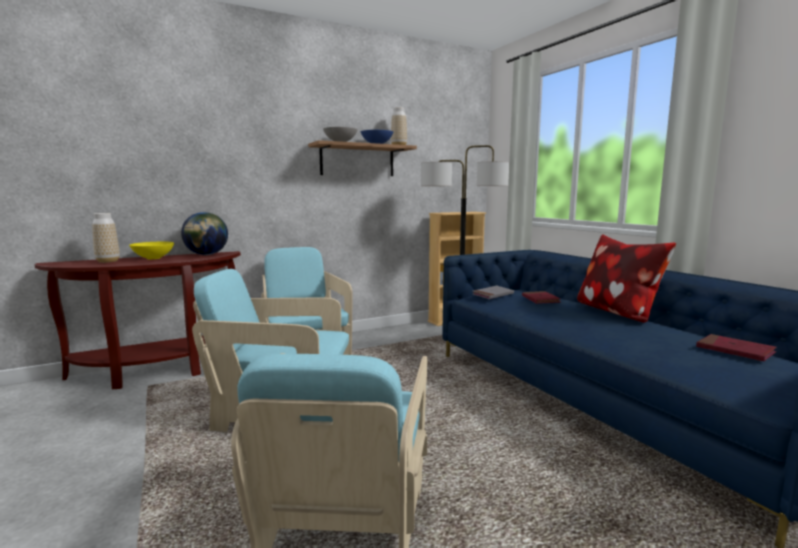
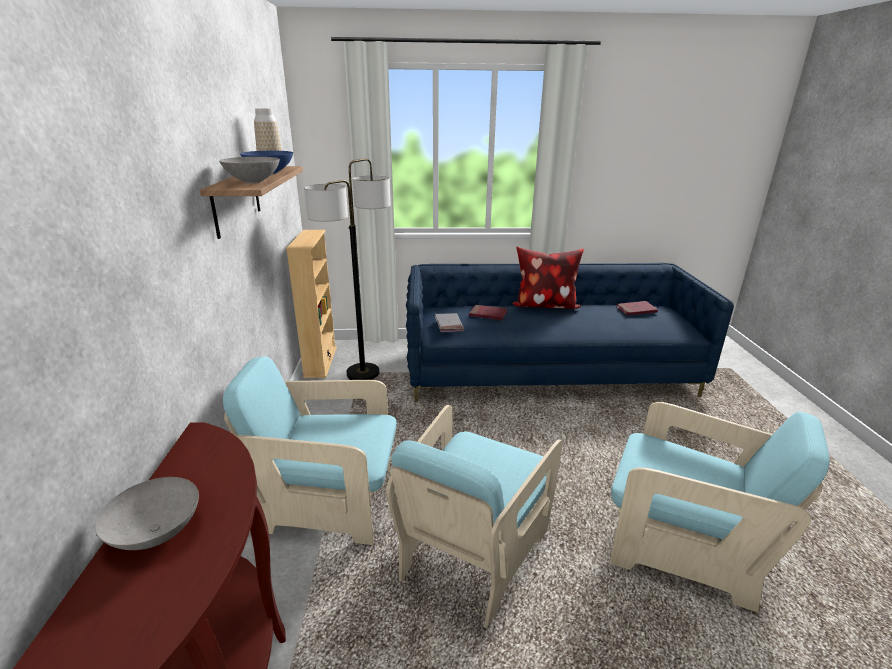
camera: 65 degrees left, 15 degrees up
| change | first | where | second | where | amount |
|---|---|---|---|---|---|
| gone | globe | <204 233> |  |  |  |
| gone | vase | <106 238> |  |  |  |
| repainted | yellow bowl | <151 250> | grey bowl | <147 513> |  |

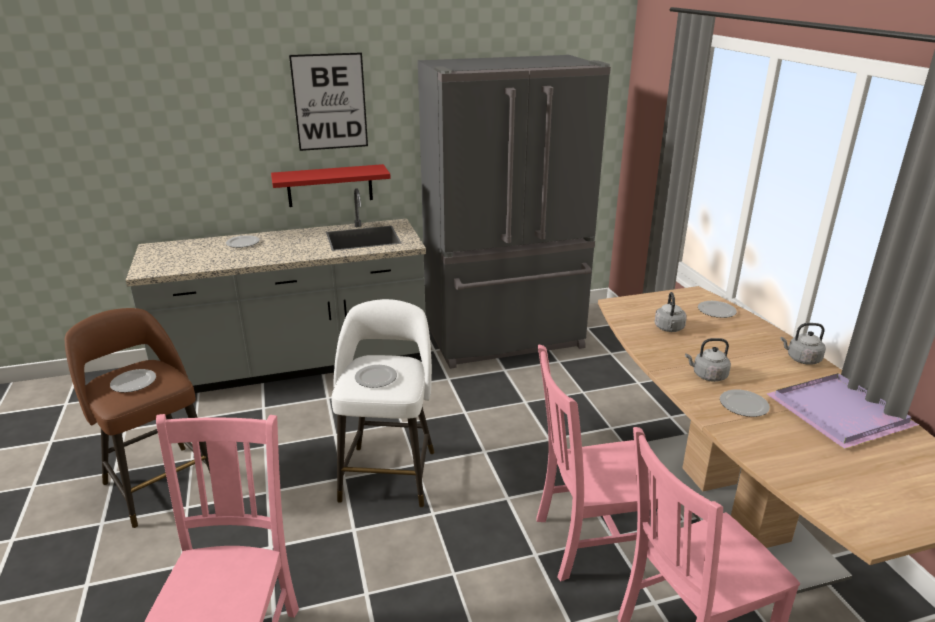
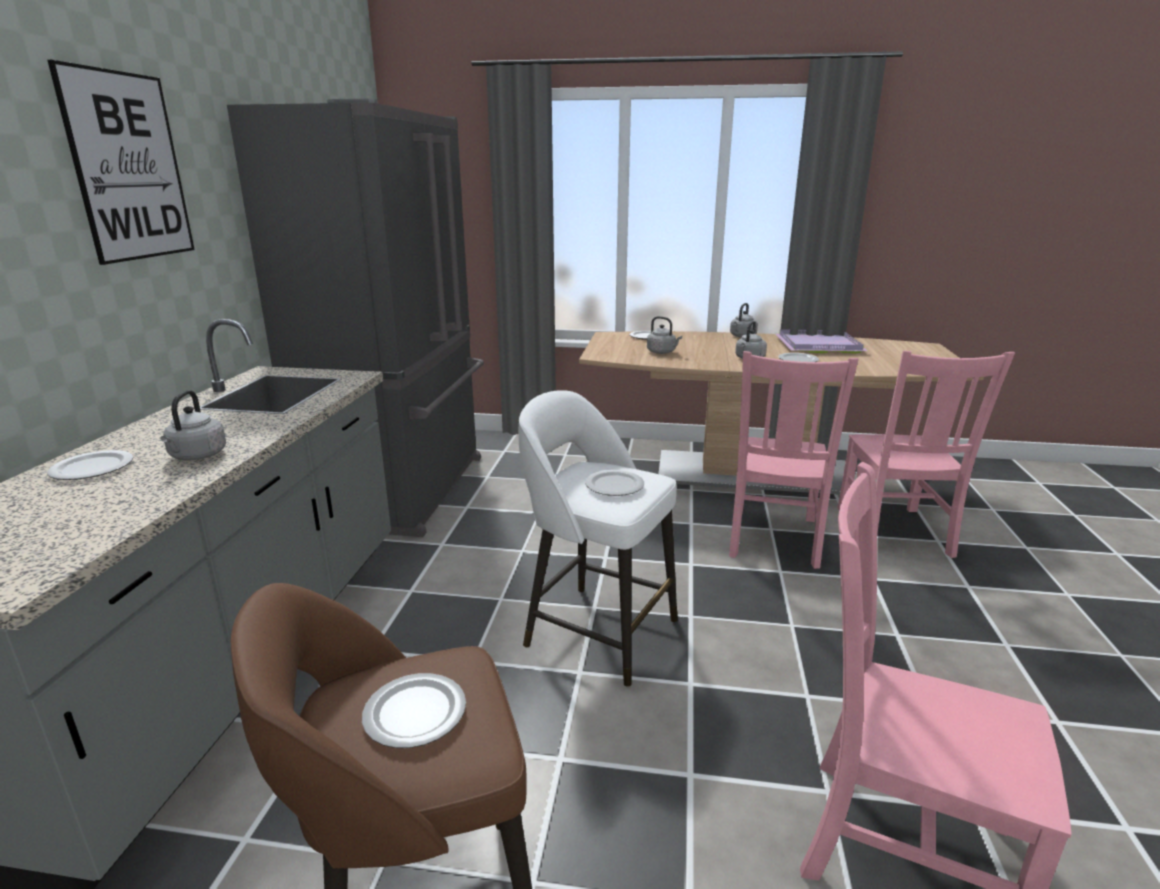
camera: 65 degrees left, 5 degrees down
| change | first | where | second | where | amount |
|---|---|---|---|---|---|
| gone | red shelf | <331 185> |  |  |  |
| new |  |  | grey kettle | <193 425> |  |

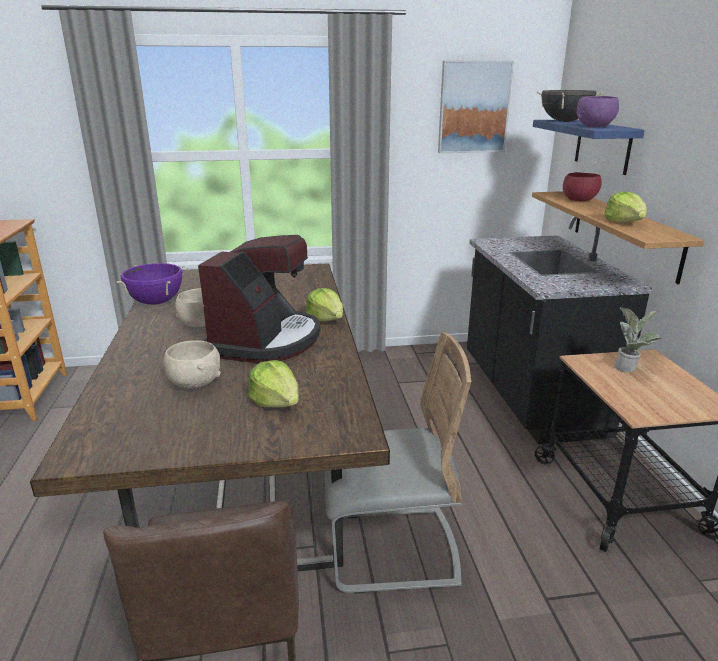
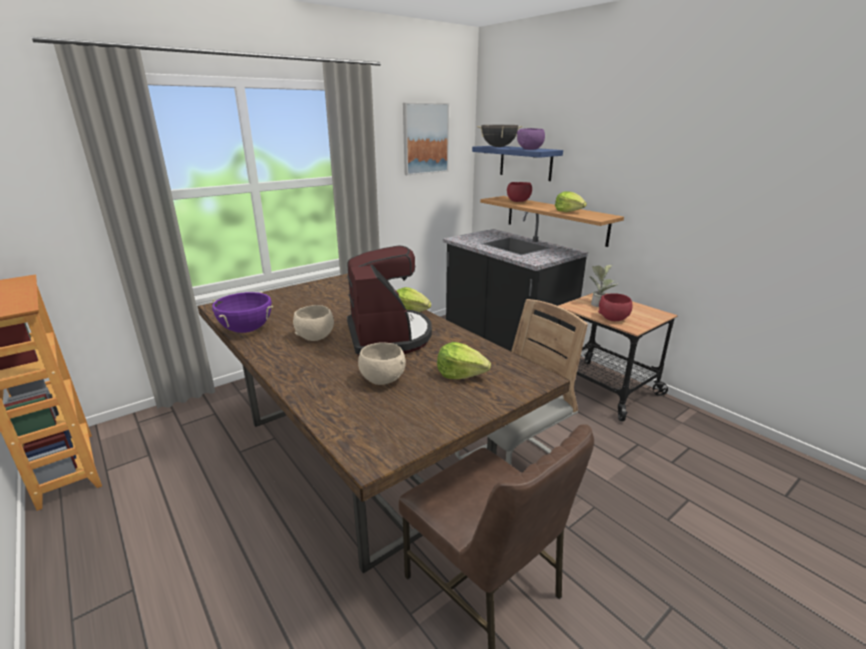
camera: 30 degrees left, 0 degrees up
| change | first | where | second | where | amount |
|---|---|---|---|---|---|
| new |  |  | red bowl | <616 307> |  |

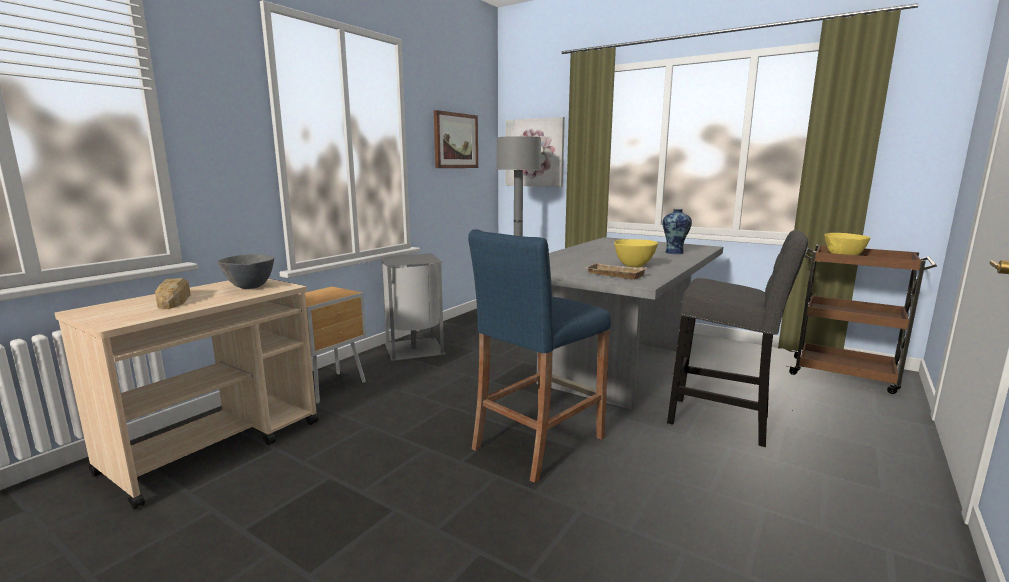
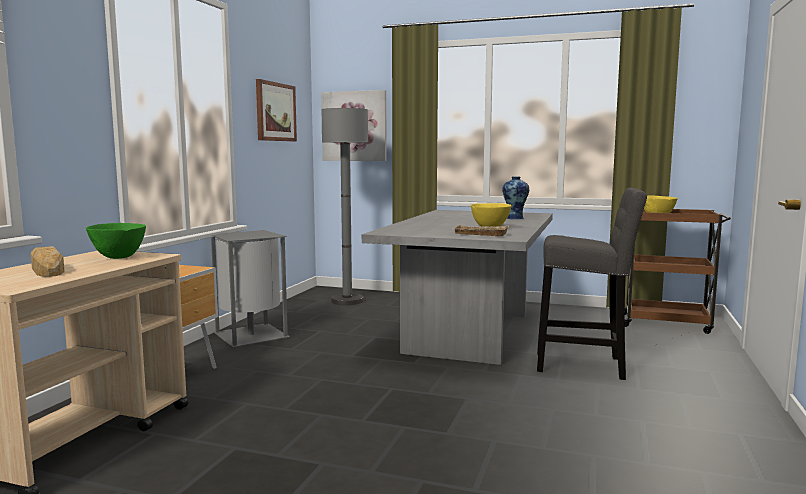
camera: 15 degrees left, 5 degrees down
| change | first | where | second | where | amount |
|---|---|---|---|---|---|
| gone | blue stool | <539 356> |  |  |  |
| repainted | grey bowl | <246 271> | green bowl | <116 241> |  |

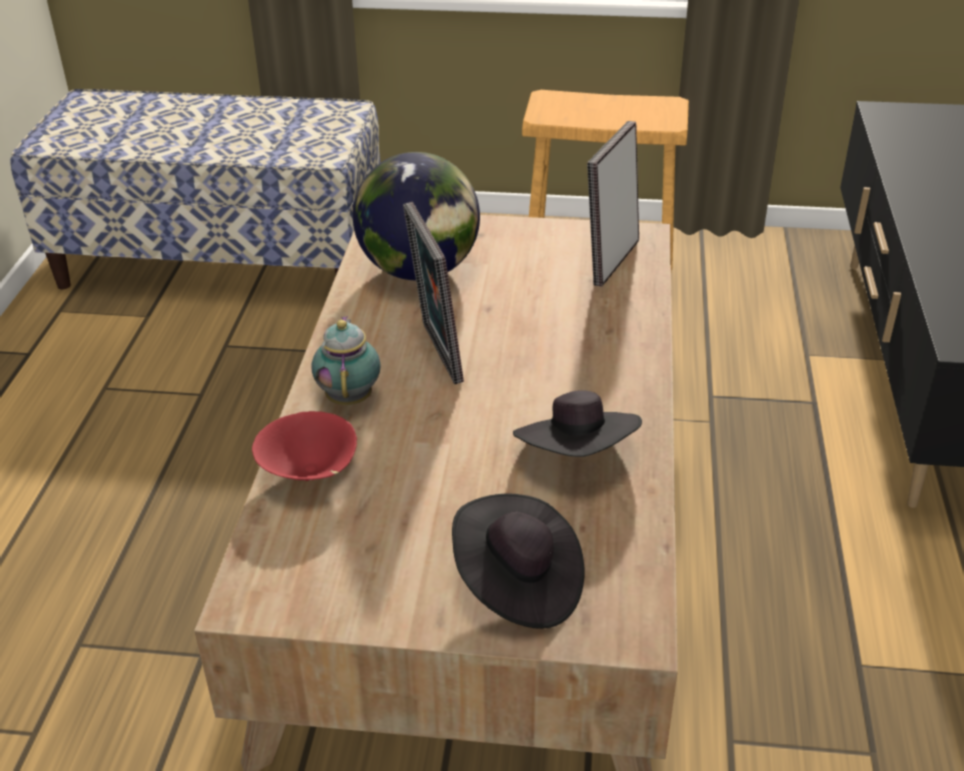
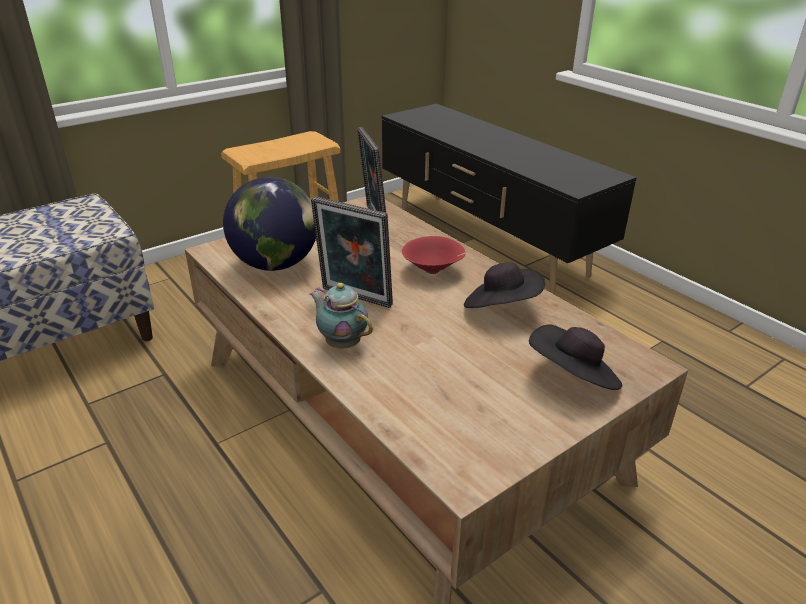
camera: 45 degrees left, 5 degrees down
| change | first | where | second | where | amount |
|---|---|---|---|---|---|
| shifted | red bowl | <304 446> |  | <434 255> |  |

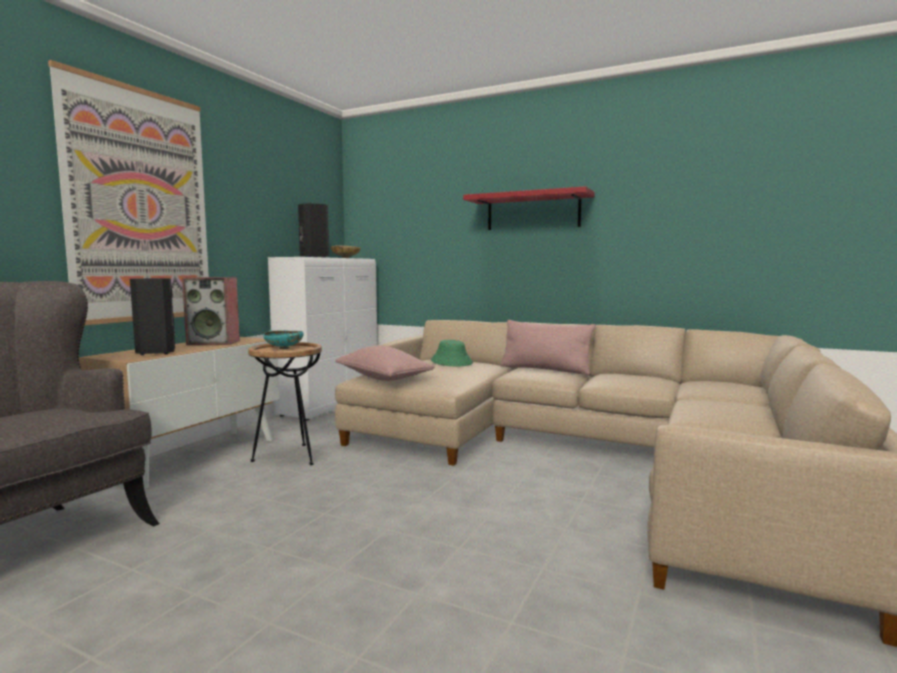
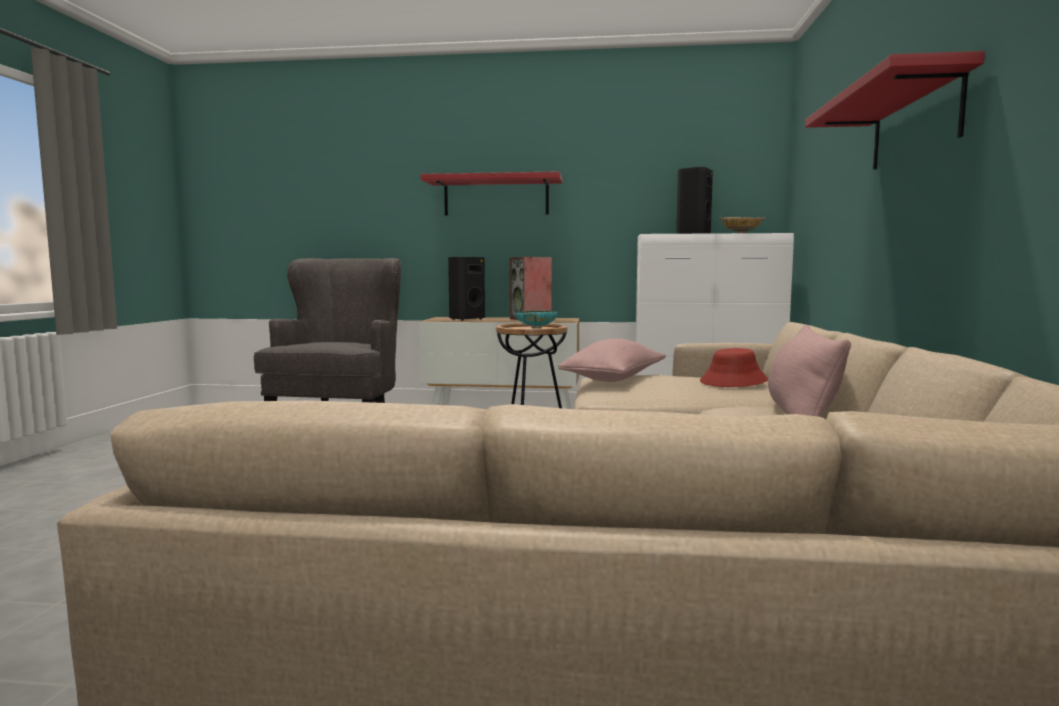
camera: 70 degrees right, 0 degrees up
| change | first | where | second | where | amount |
|---|---|---|---|---|---|
| swapped | picture | <128 193> | red shelf | <491 193> |  |
| repainted | green hat | <452 353> | red hat | <734 367> |  |

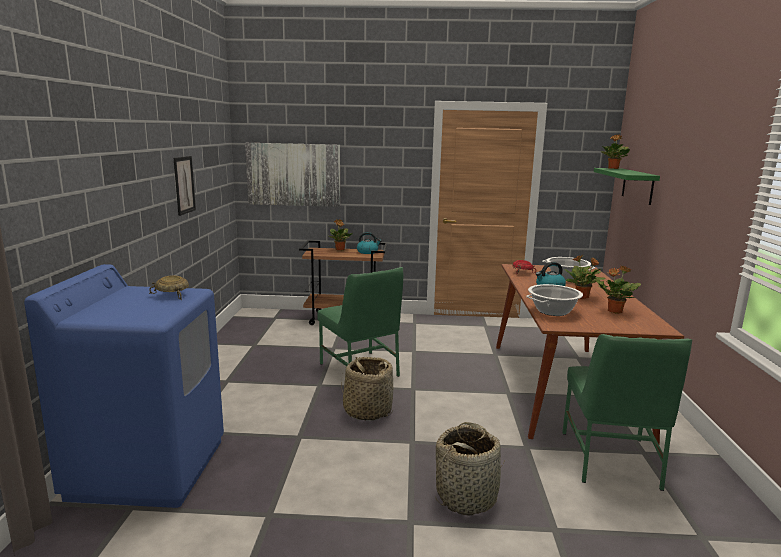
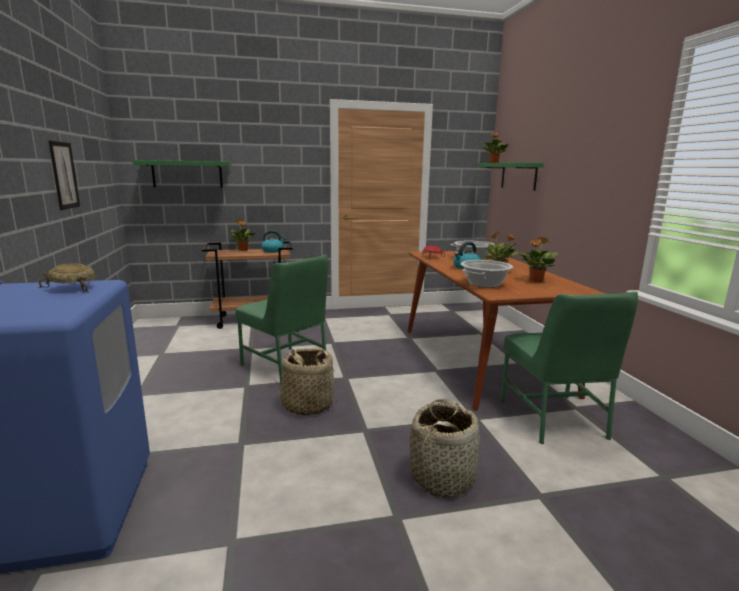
camera: 15 degrees left, 0 degrees up
| change | first | where | second | where | amount |
|---|---|---|---|---|---|
| swapped | picture | <292 175> | green shelf | <182 174> |  |

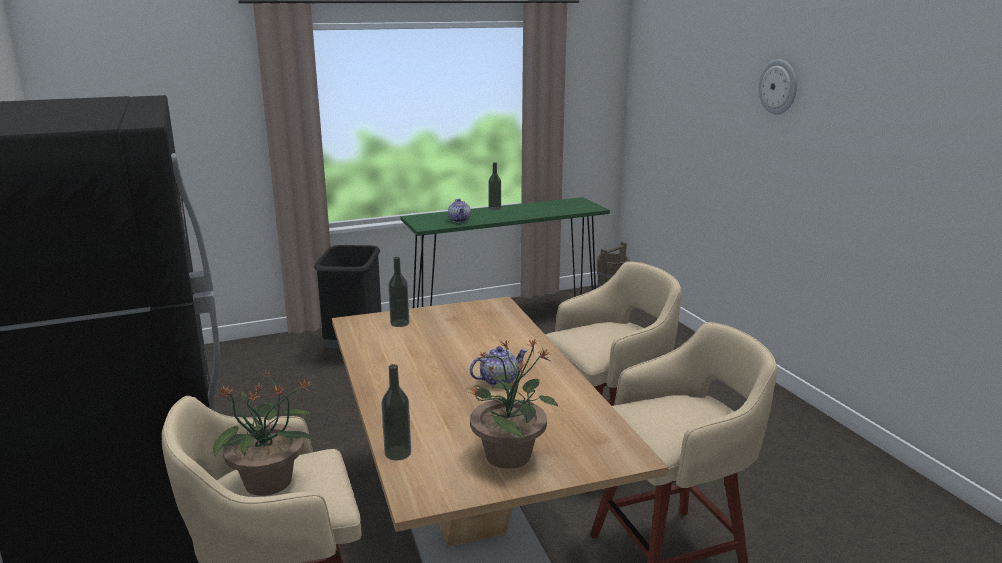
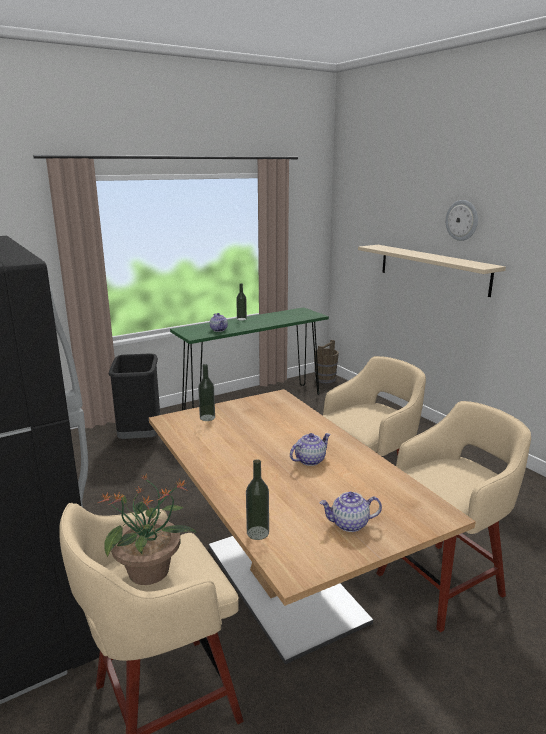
camera: 10 degrees left, 0 degrees up
| change | first | where | second | where | amount |
|---|---|---|---|---|---|
| swapped | potted plant | <513 403> | teapot | <351 512> |  |
| new |  |  | beige shelf | <432 271> |  |

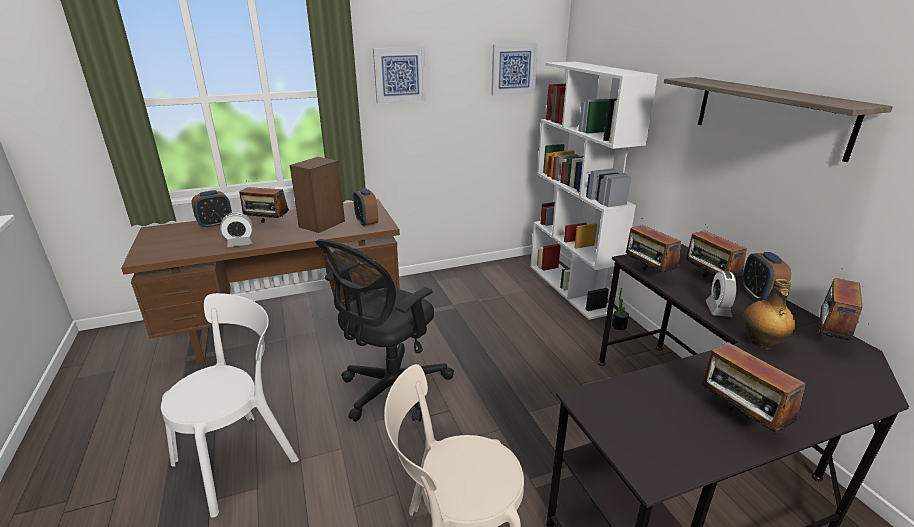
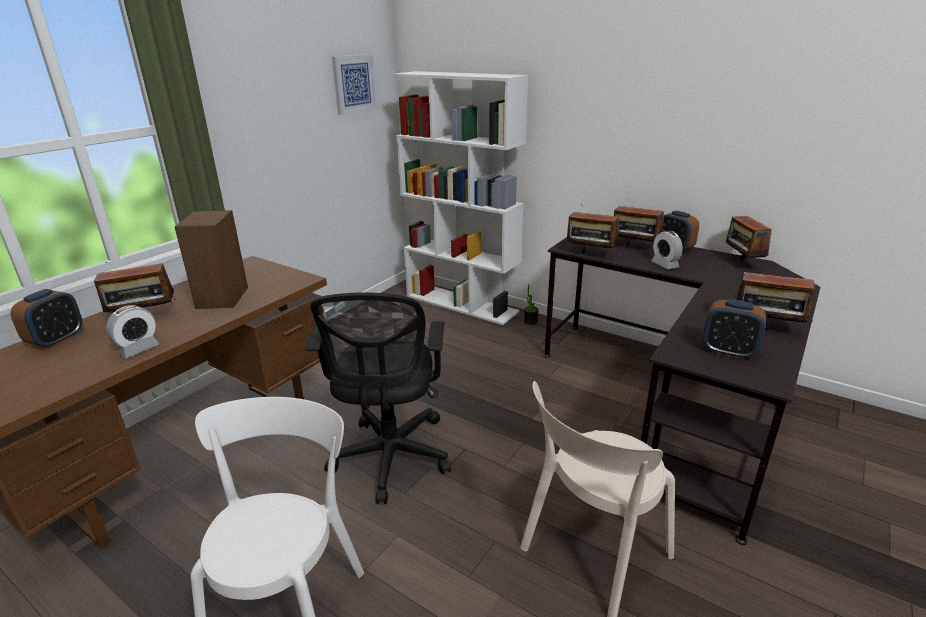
camera: 35 degrees left, 0 degrees up
| change | first | where | second | where | amount |
|---|---|---|---|---|---|
| gone | picture | <399 75> |  |  |  |
| gone | shelf | <778 119> |  |  |  |
| shifted | alarm clock | <365 207> |  | <734 329> |  |
| gone | bottle | <769 314> |  |  |  |

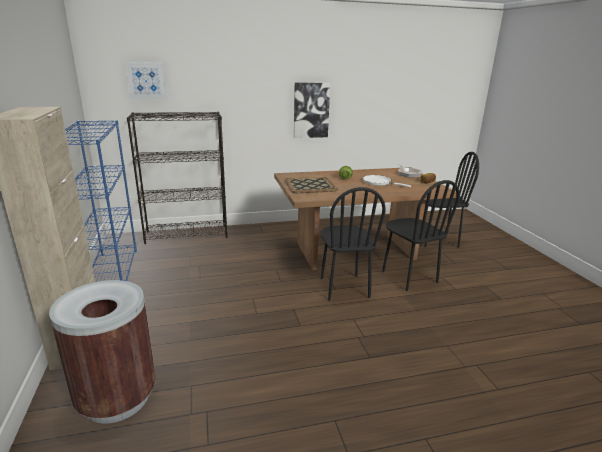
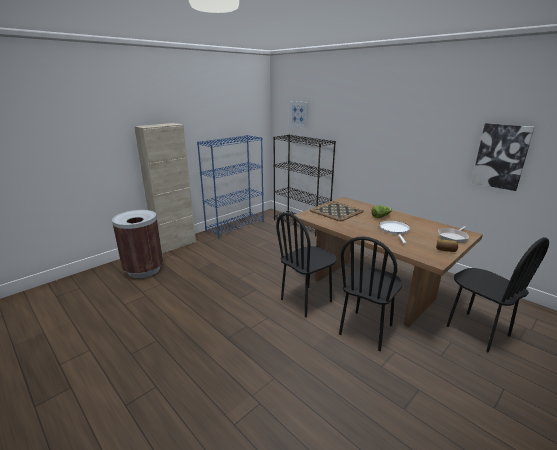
camera: 60 degrees right, 0 degrees up
| change | first | where | second | where | amount |
|---|---|---|---|---|---|
| shifted | picture | <312 110> |  | <503 157> |  |

